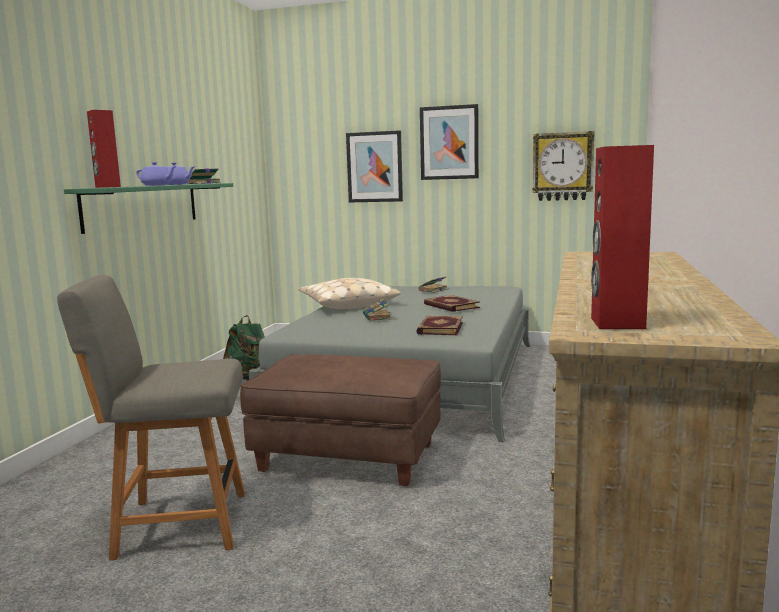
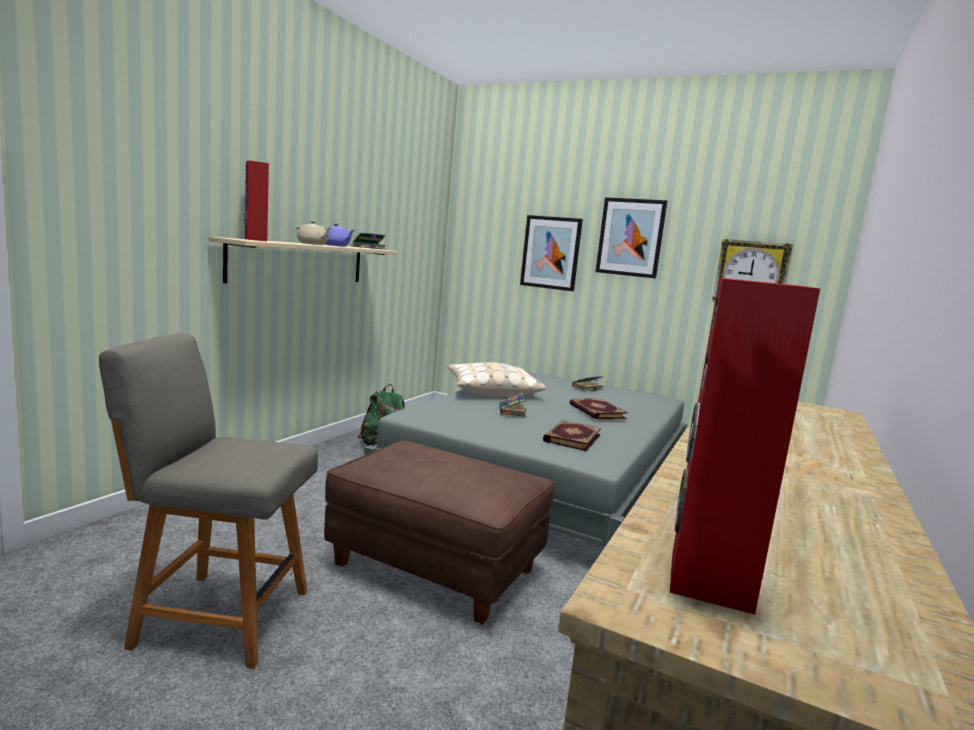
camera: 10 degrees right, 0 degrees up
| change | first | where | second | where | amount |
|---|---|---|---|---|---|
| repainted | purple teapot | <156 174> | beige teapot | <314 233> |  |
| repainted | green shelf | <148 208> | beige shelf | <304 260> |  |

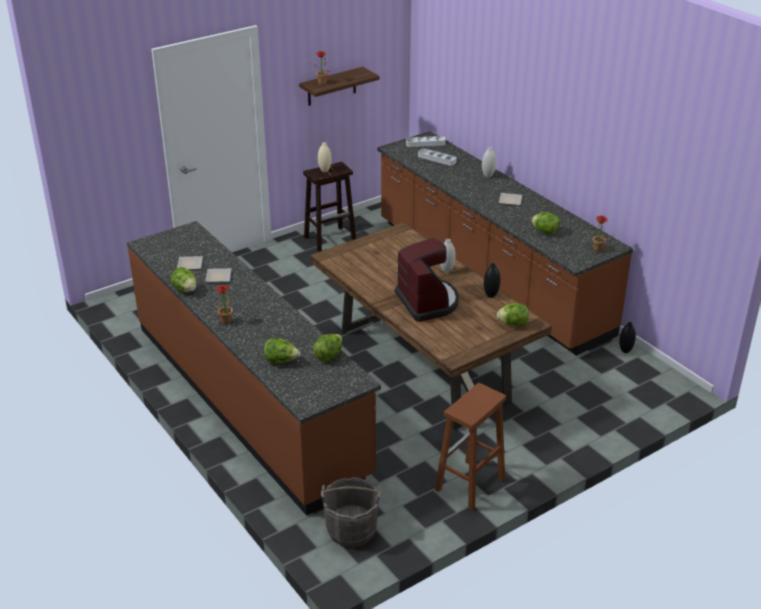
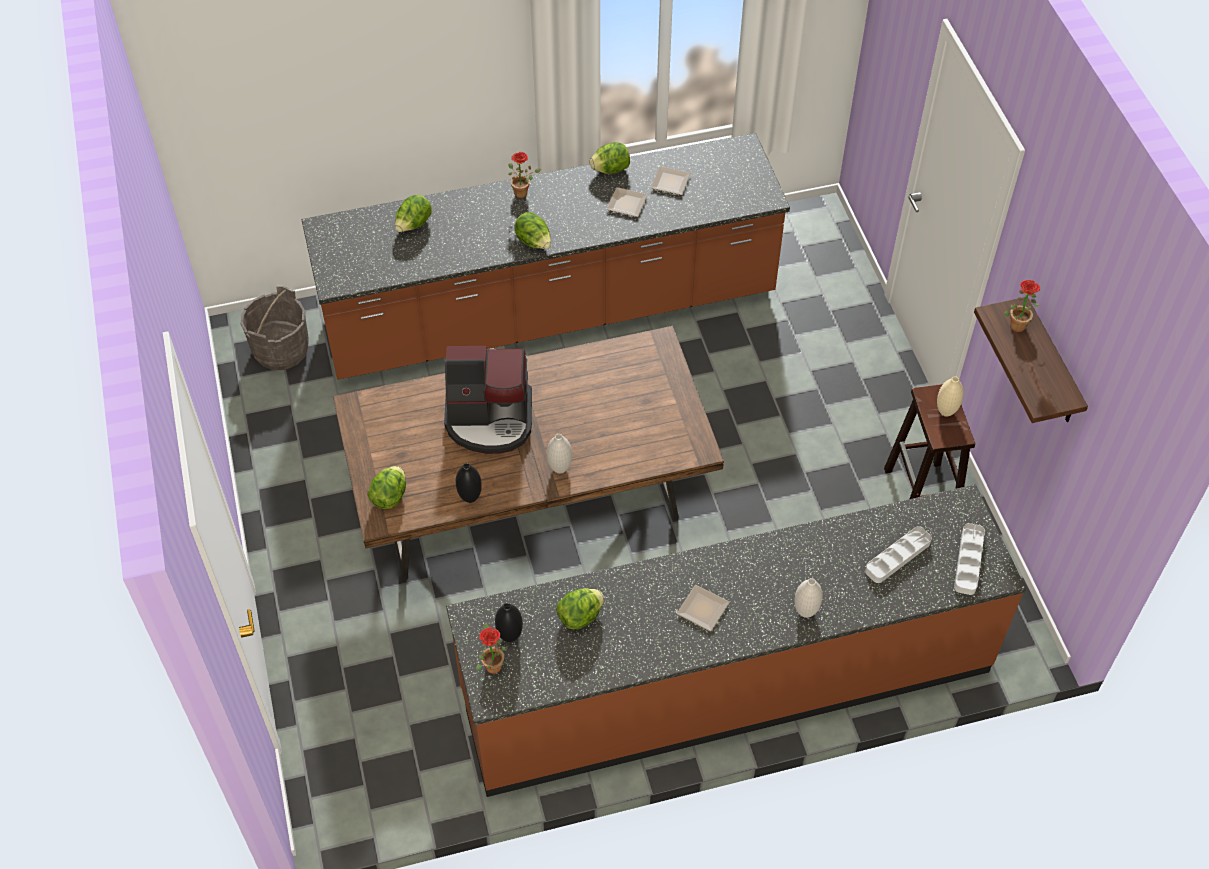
camera: 110 degrees right, 20 degrees up
| change | first | where | second | where | amount |
|---|---|---|---|---|---|
| shifted | black vase | <627 337> |  | <509 622> |  |
| shifted | lettuce | <327 348> |  | <533 230> |  |
| gone | brown stool | <470 447> |  |  |  |

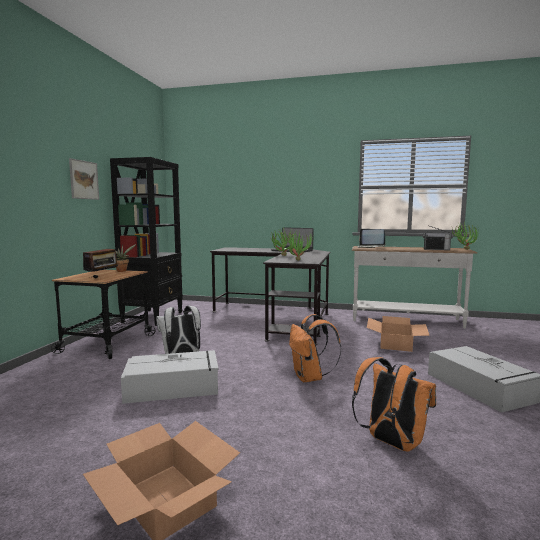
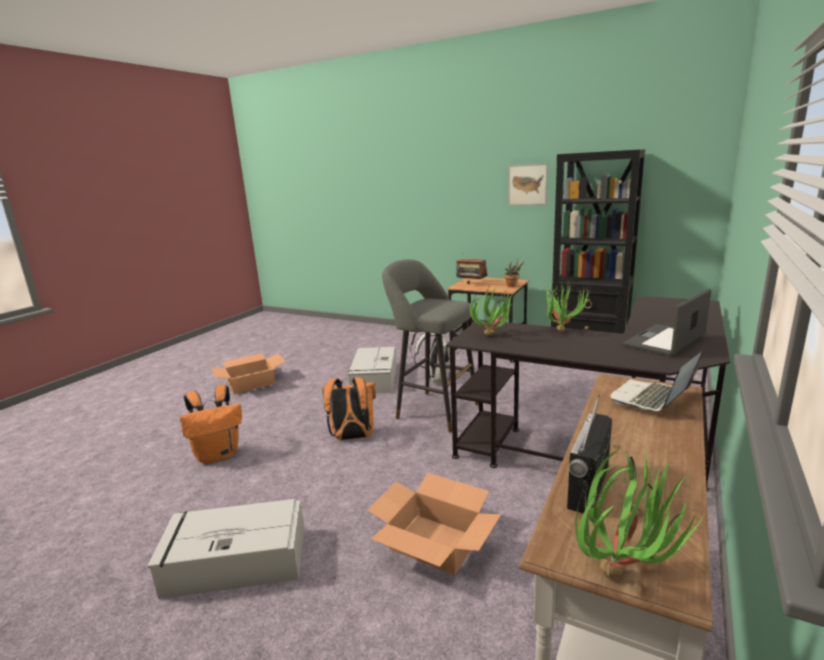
camera: 105 degrees right, 10 degrees up
| change | first | where | second | where | amount |
|---|---|---|---|---|---|
| new |  |  | grey stool | <430 345> |  |

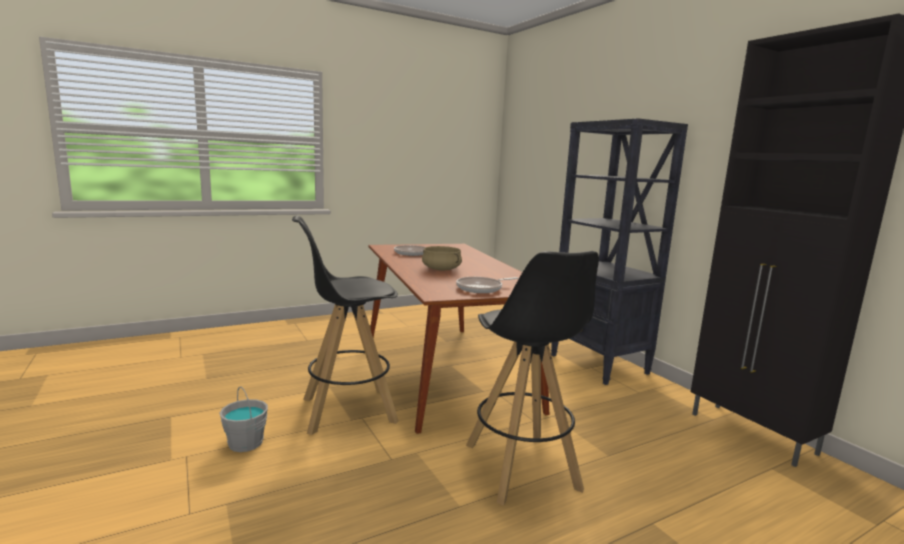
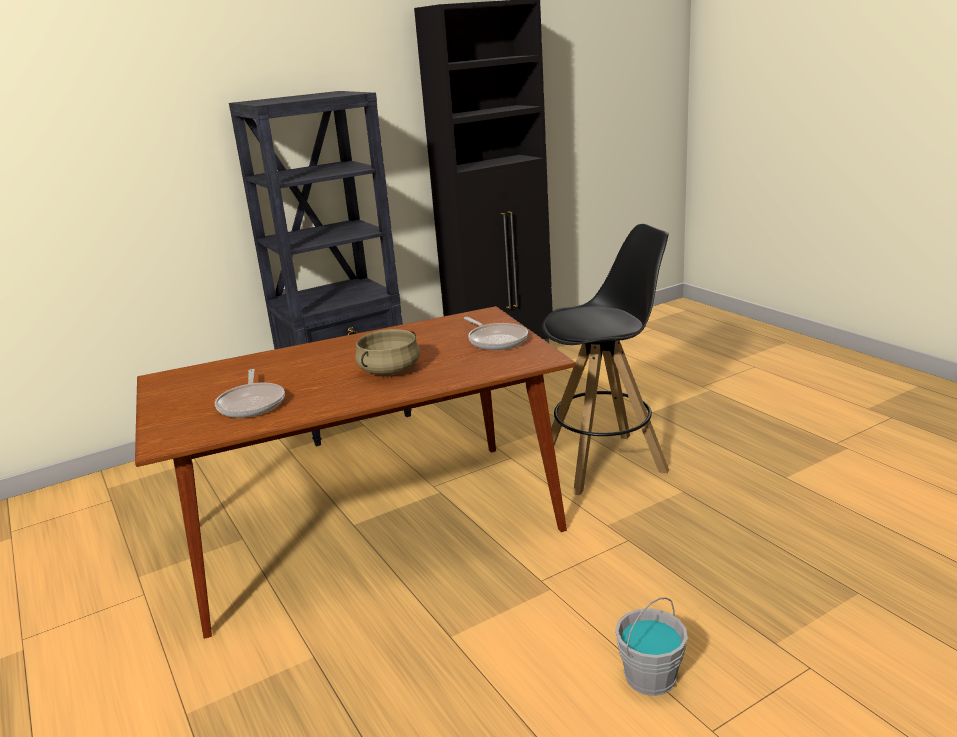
camera: 90 degrees left, 10 degrees up
| change | first | where | second | where | amount |
|---|---|---|---|---|---|
| gone | black stool | <345 325> |  |  |  |

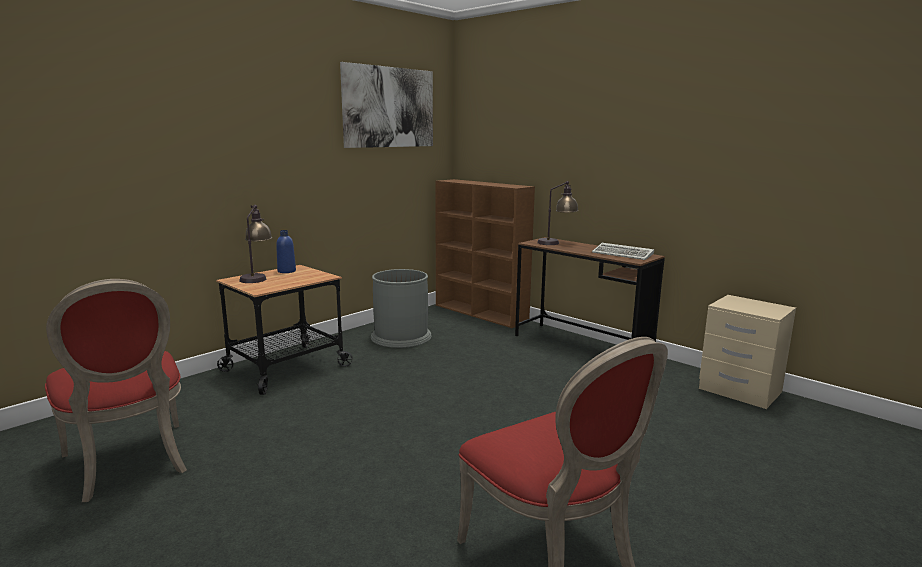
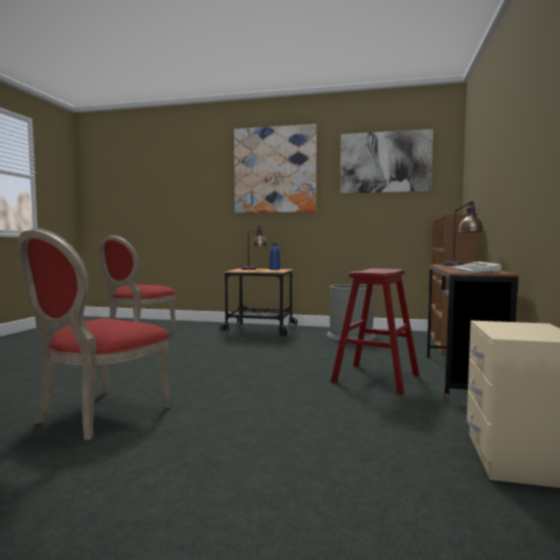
camera: 60 degrees right, 10 degrees down
| change | first | where | second | where | amount |
|---|---|---|---|---|---|
| new |  |  | picture | <275 168> |  |
| new |  |  | red stool | <375 331> |  |

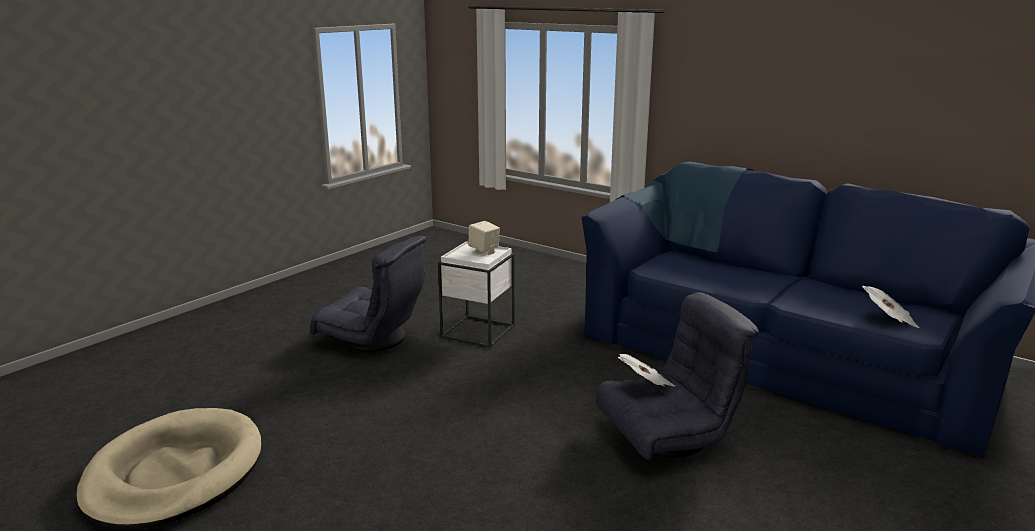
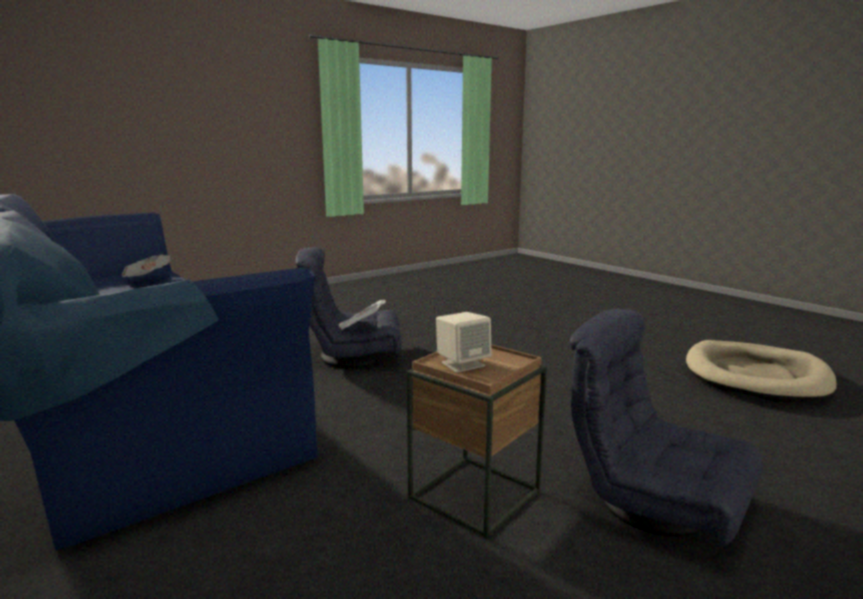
camera: 165 degrees left, 5 degrees down
| change | first | where | second | where | amount |
|---|---|---|---|---|---|
| repainted | white side table | <476 295> | brown side table | <477 441> |  |

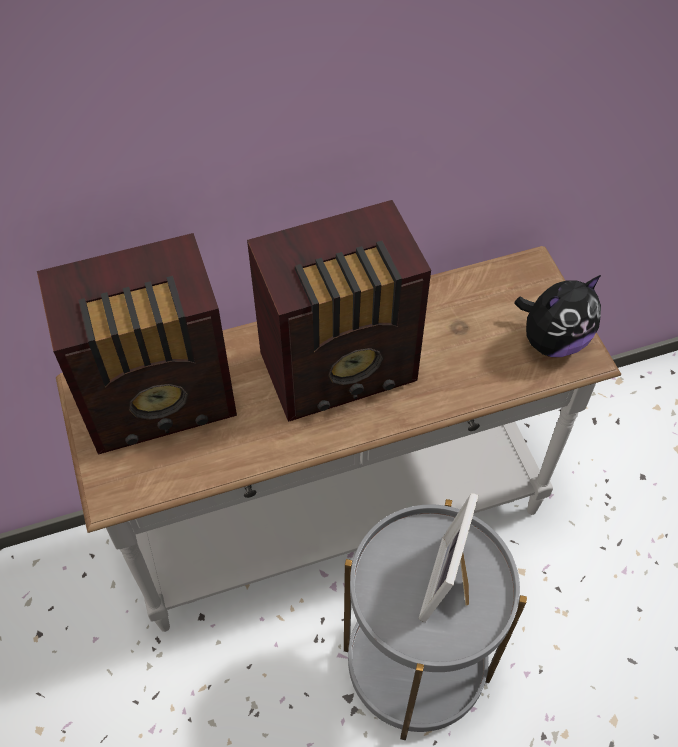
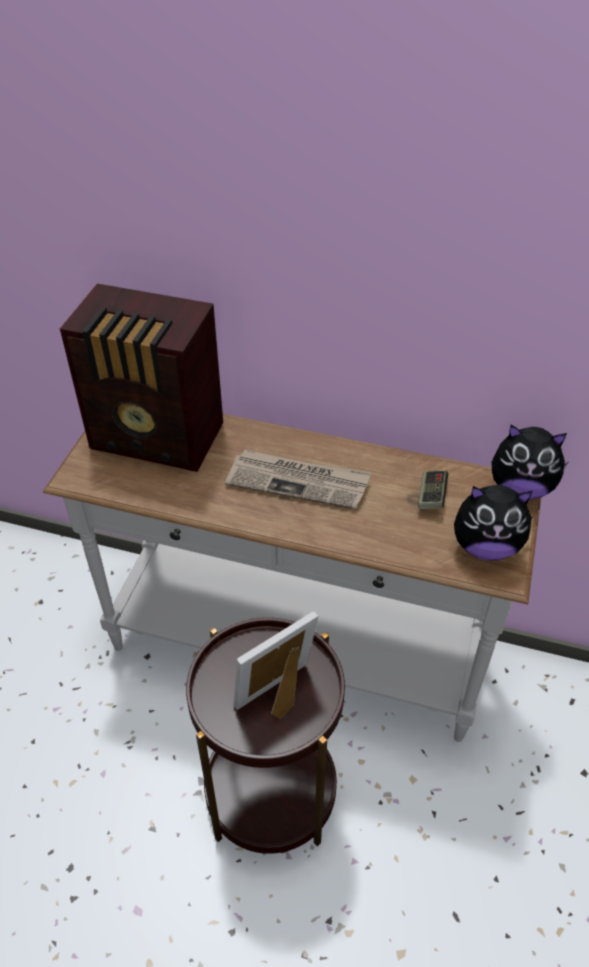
camera: 35 degrees right, 10 degrees down
| change | first | where | second | where | amount |
|---|---|---|---|---|---|
| swapped | radio | <339 311> | newspaper | <298 480> |  |
| repainted | grey side table | <435 619> | brown side table | <265 735> |  |
| new |  |  | plush toy | <530 462> |  |
| new |  |  | game controller | <433 489> |  |

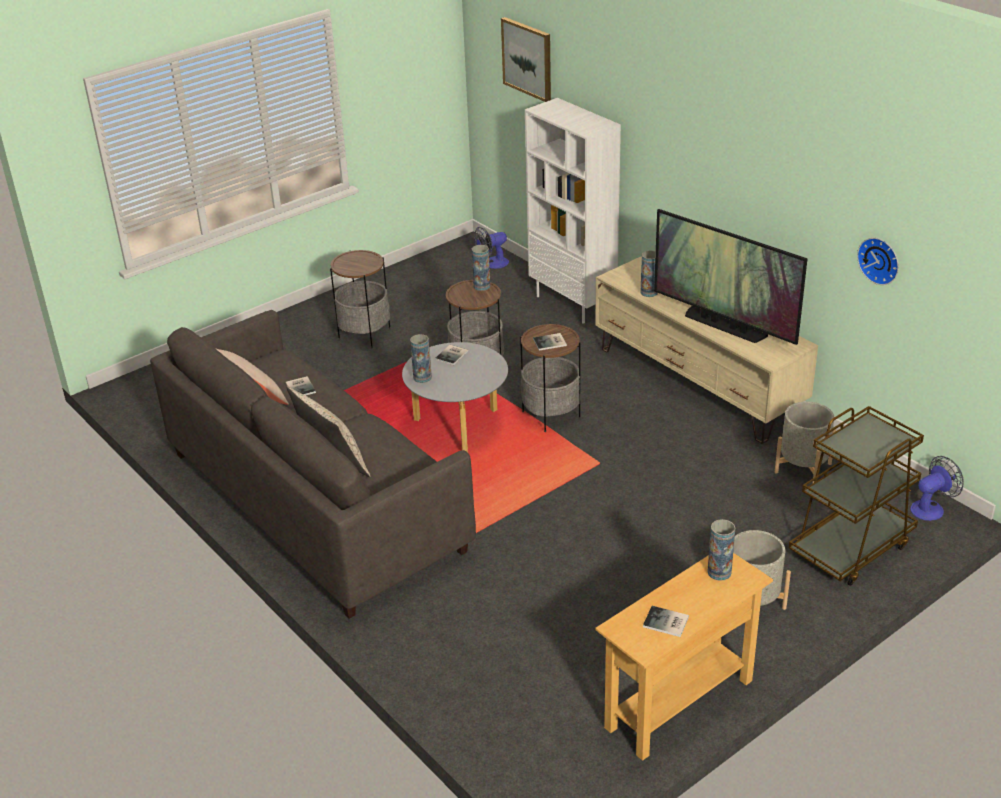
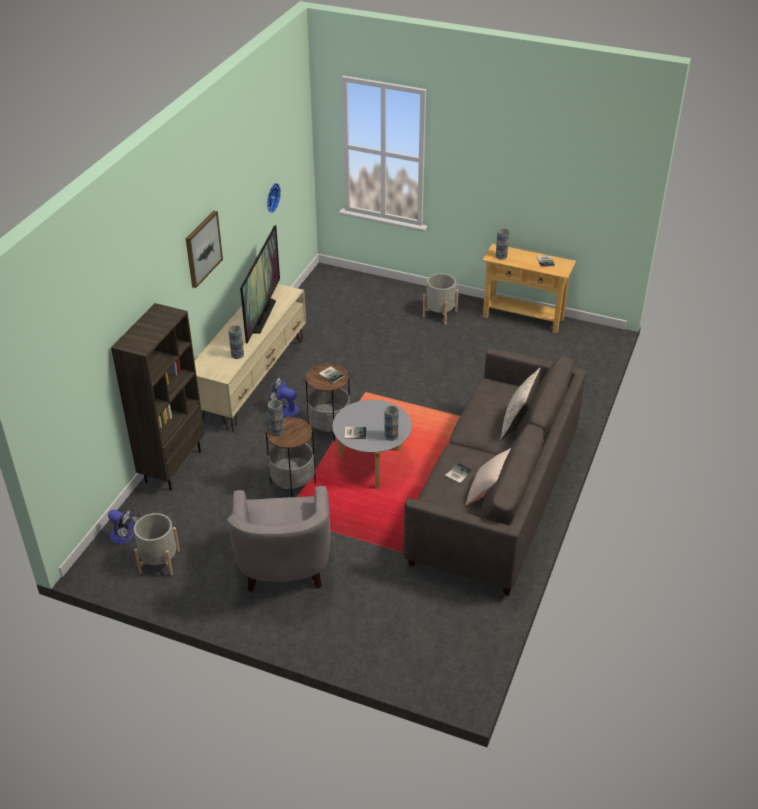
camera: 120 degrees left, 5 degrees up
| change | first | where | second | where | amount |
|---|---|---|---|---|---|
| shifted | picture | <526 59> |  | <204 249> |  |
| repainted | white bookcase | <573 211> | brown bookcase | <158 396> |  |
| swapped | side table | <360 299> | grey armchair | <278 539> |  |
| shifted | grey planter | <805 442> |  | <157 544> |  |
| gone | brown cart | <856 496> |  |  |  |
| shifted | fan | <937 488> |  | <284 396> |  |

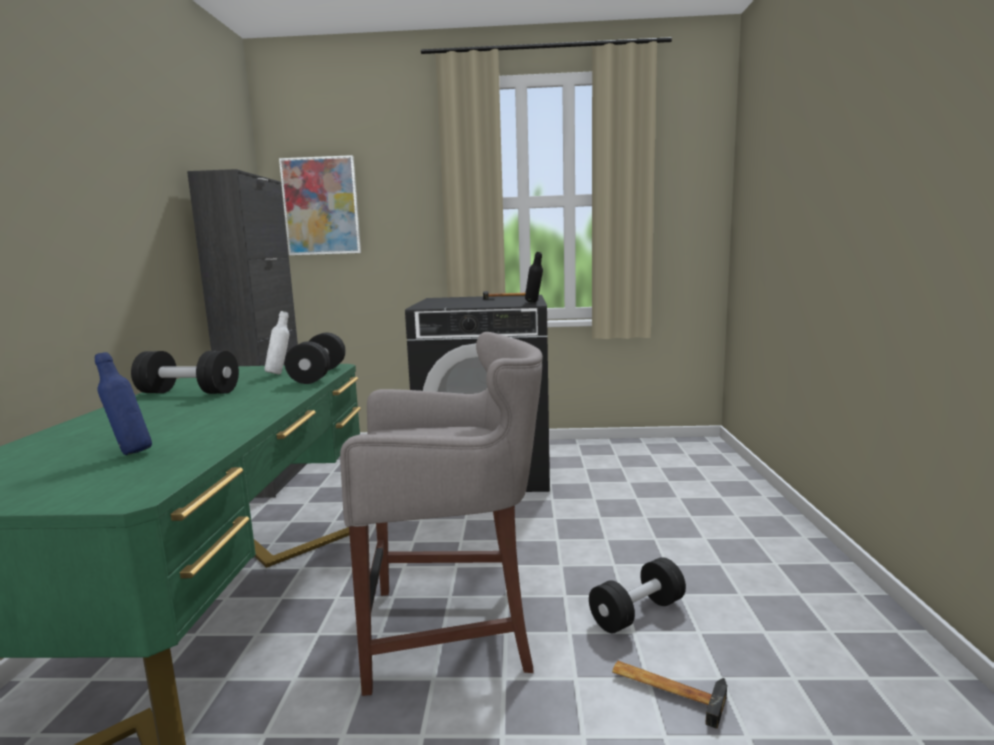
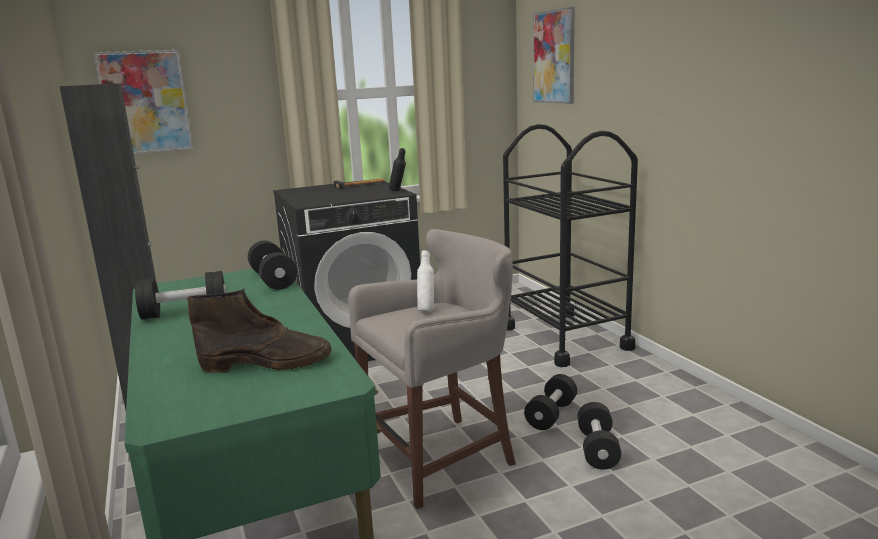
camera: 25 degrees left, 5 degrees up
| change | first | where | second | where | amount |
|---|---|---|---|---|---|
| shifted | white bottle | <277 343> |  | <425 280> |  |
| swapped | blue bottle | <123 403> | brown boot | <259 331> |  |
| swapped | hammer | <669 695> | black dumbbell | <599 436> |  |
| new |  |  | picture | <554 55> |  |
| new |  |  | black cart | <570 245> |  |

